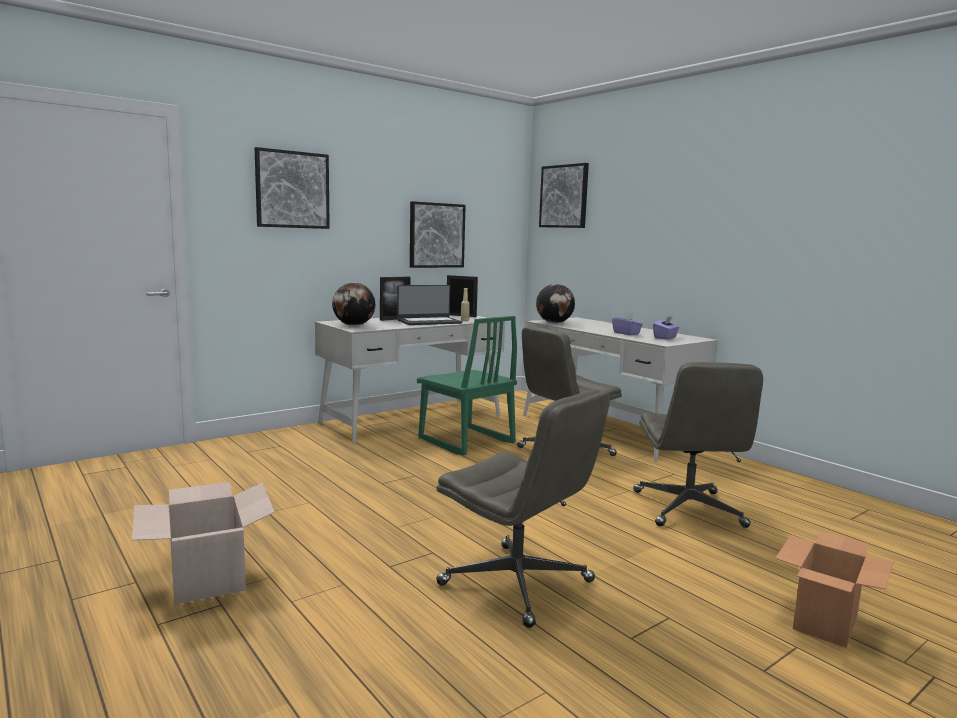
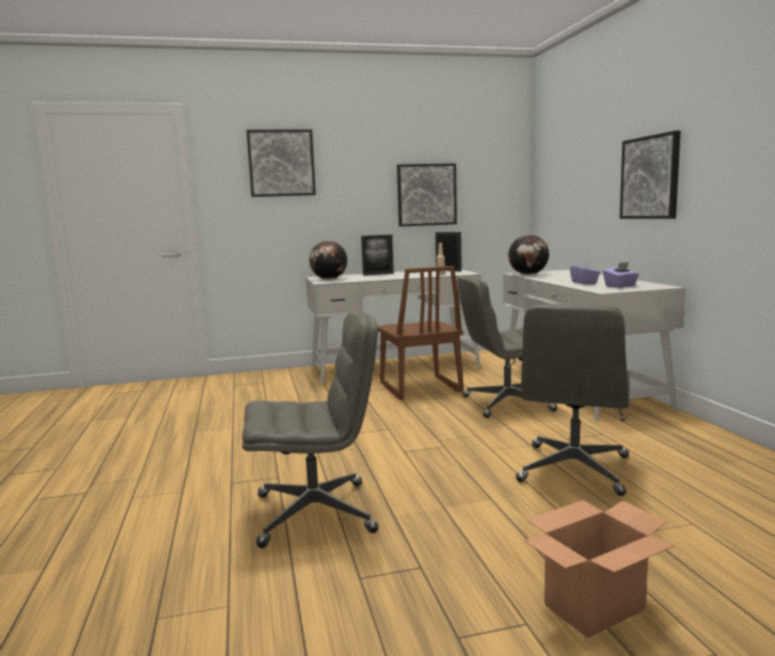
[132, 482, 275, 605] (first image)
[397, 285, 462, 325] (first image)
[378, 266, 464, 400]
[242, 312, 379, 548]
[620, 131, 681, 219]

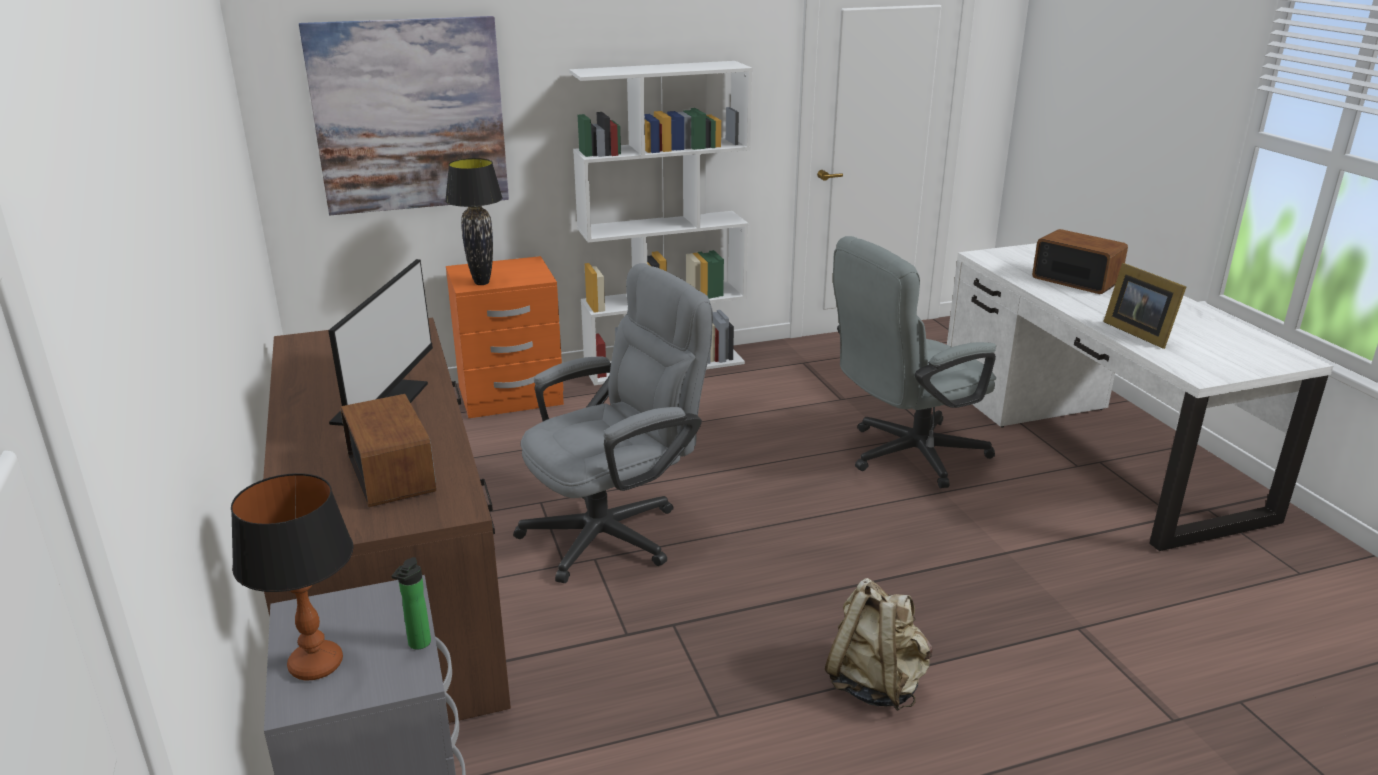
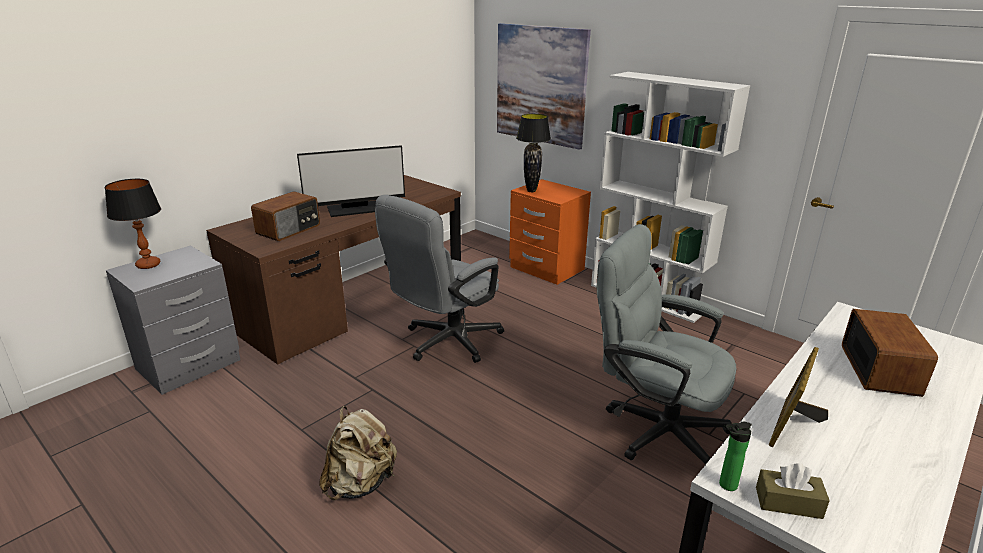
[719, 422, 752, 491]
[375, 195, 504, 363]
[756, 464, 830, 519]

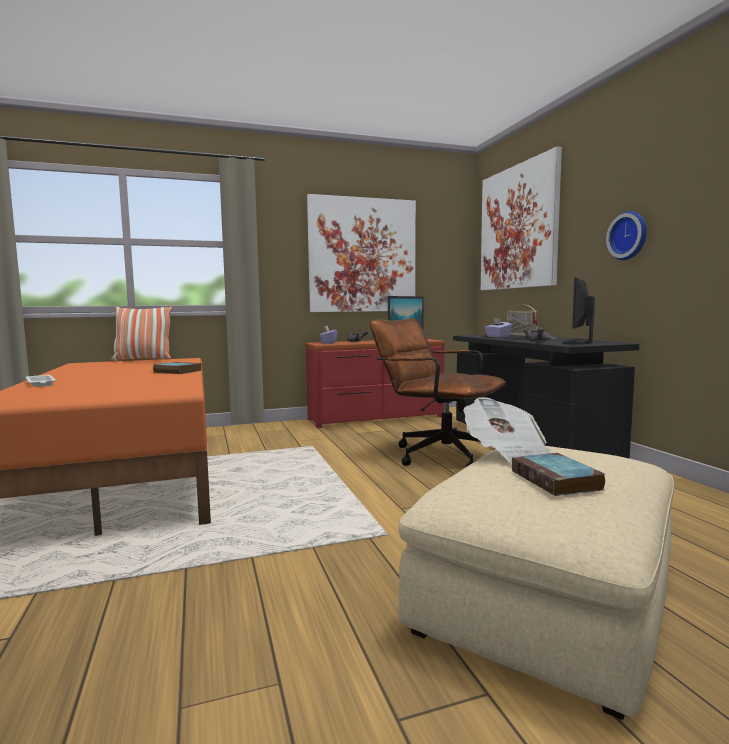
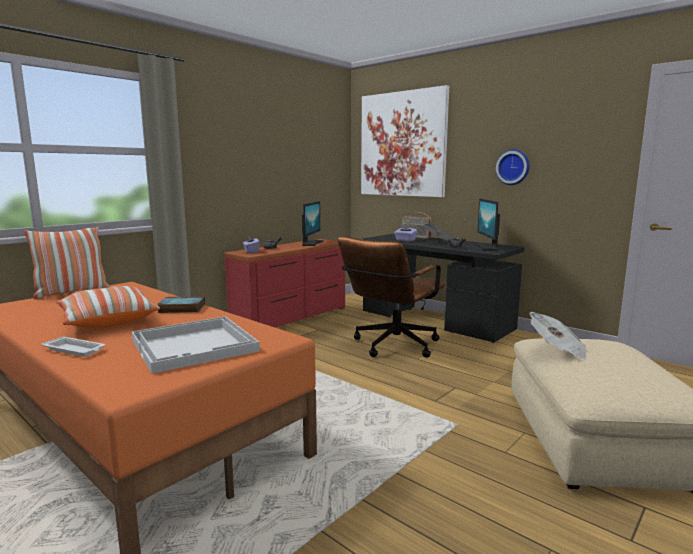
[307, 194, 416, 312] (first image)
[337, 236, 445, 358]
[512, 453, 605, 496] (first image)
[56, 286, 160, 328]
[132, 316, 260, 374]

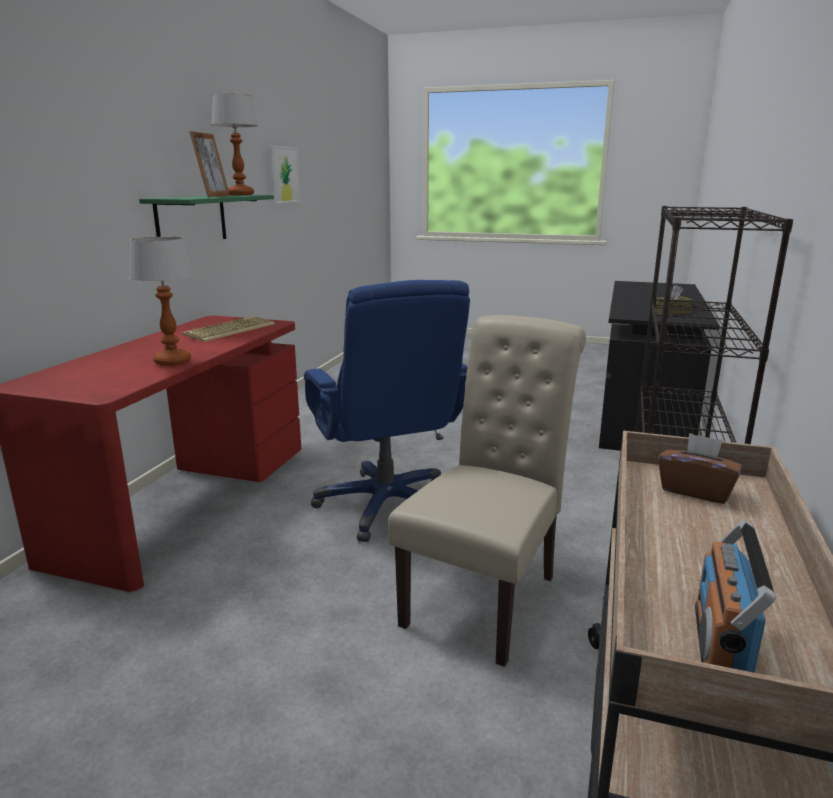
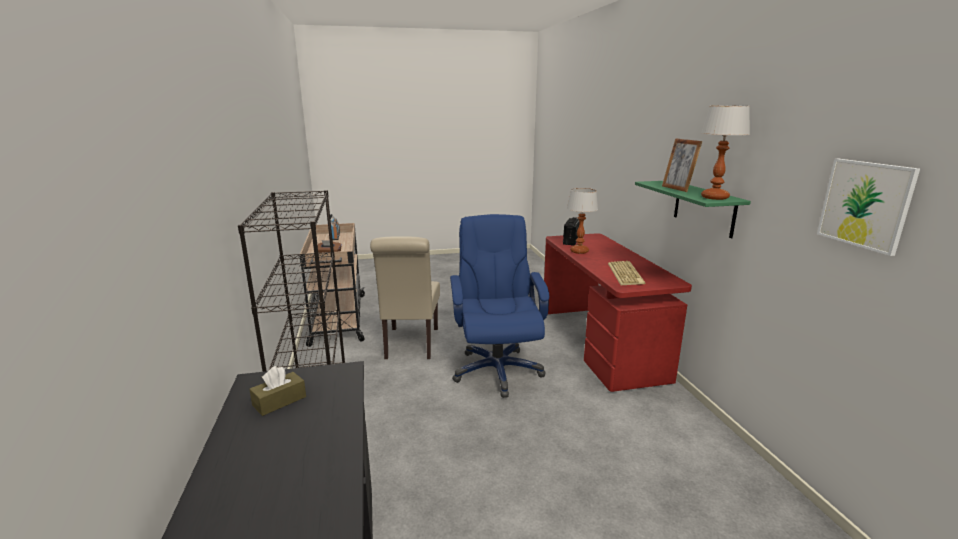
[450, 214, 549, 398]
[563, 217, 580, 246]

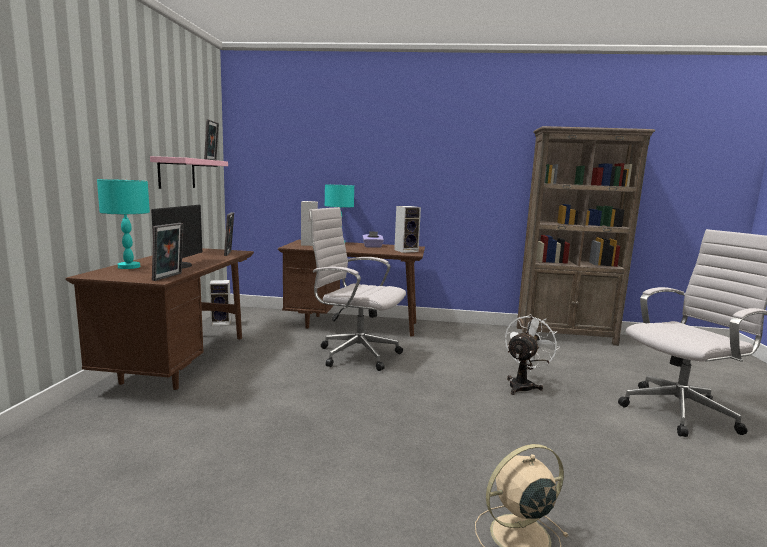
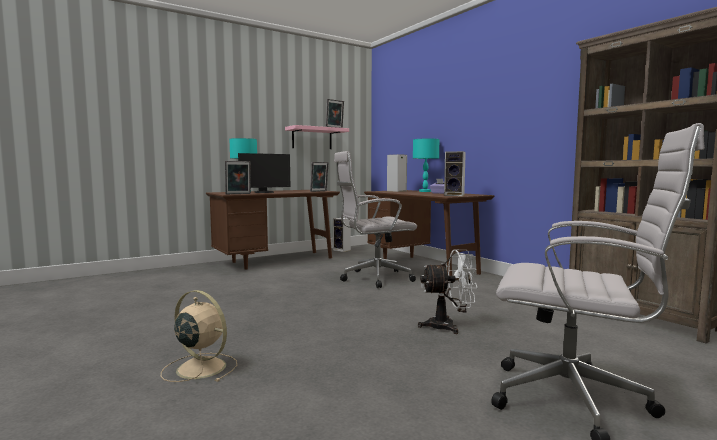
[334, 151, 417, 288]

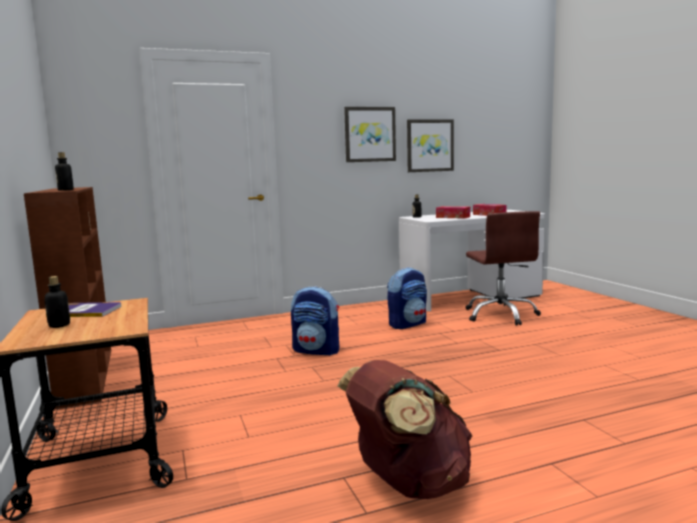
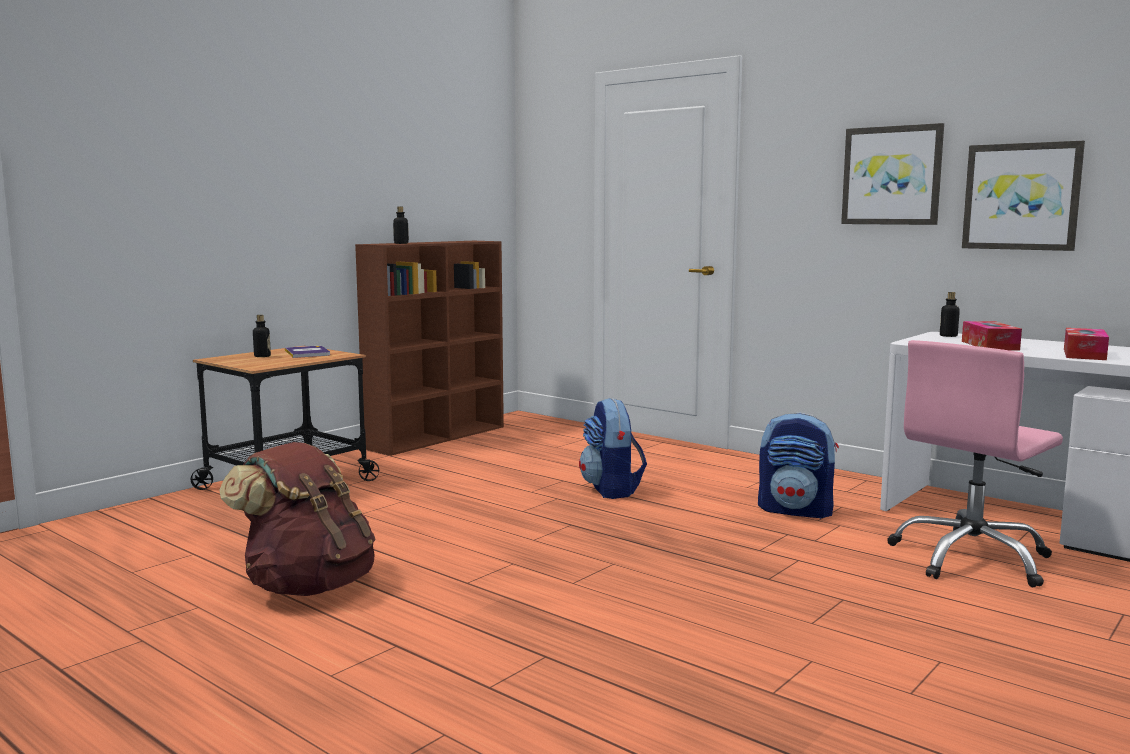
[887, 340, 1063, 587]

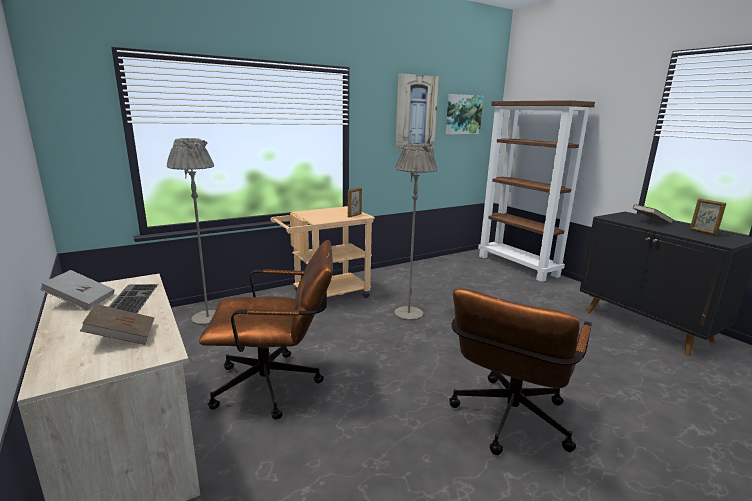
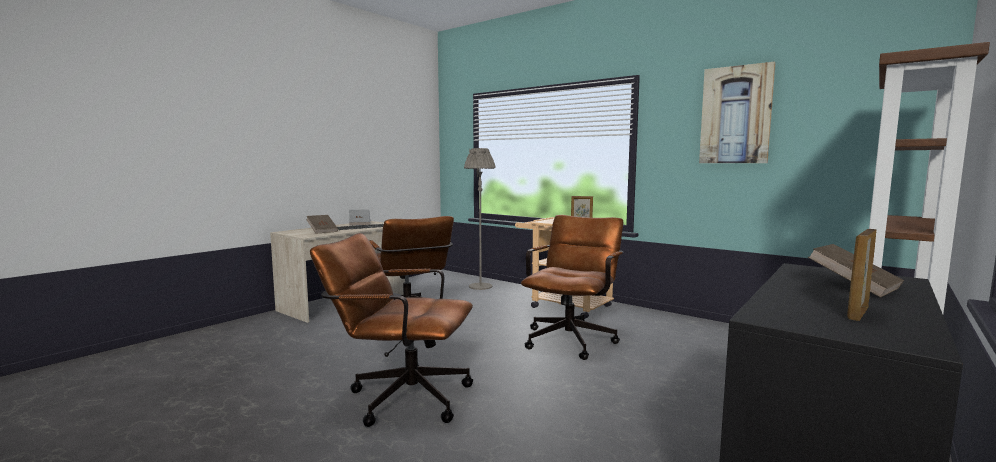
[521, 215, 623, 360]
[446, 94, 483, 134] (first image)

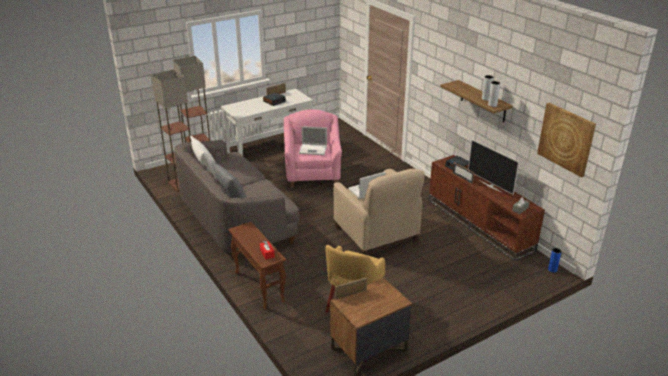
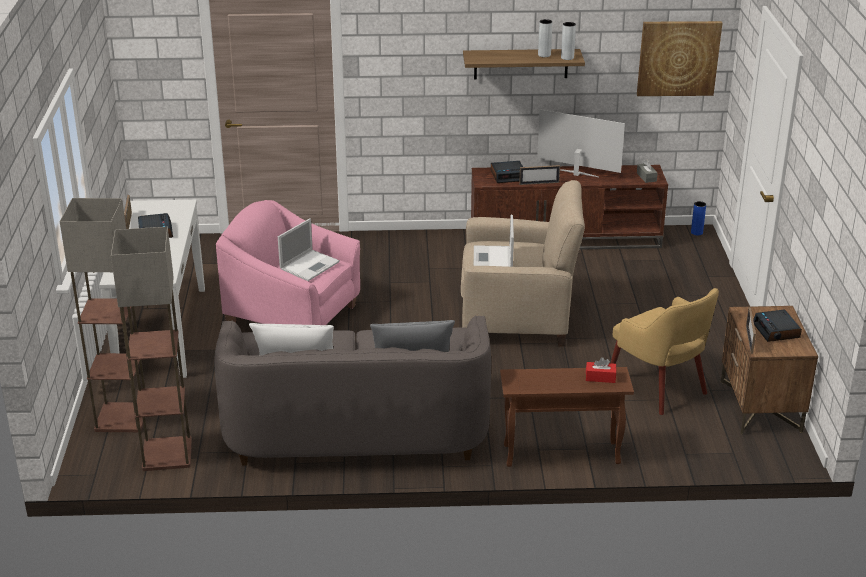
[537, 109, 625, 177]
[753, 310, 802, 342]

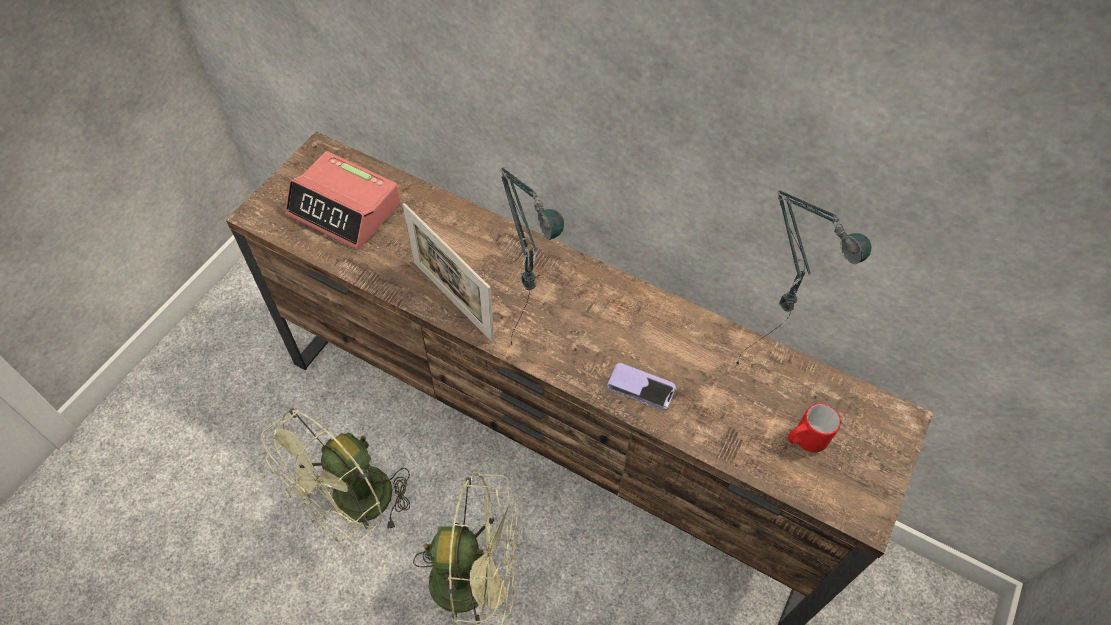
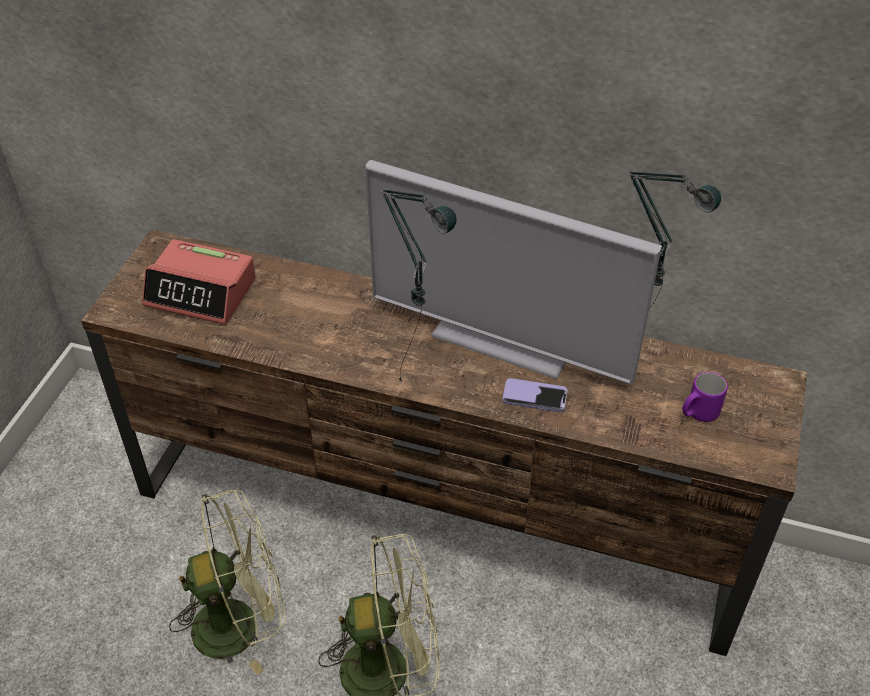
[169, 490, 286, 675]
[402, 203, 494, 342] (first image)
[683, 372, 728, 422]
[366, 160, 662, 385]

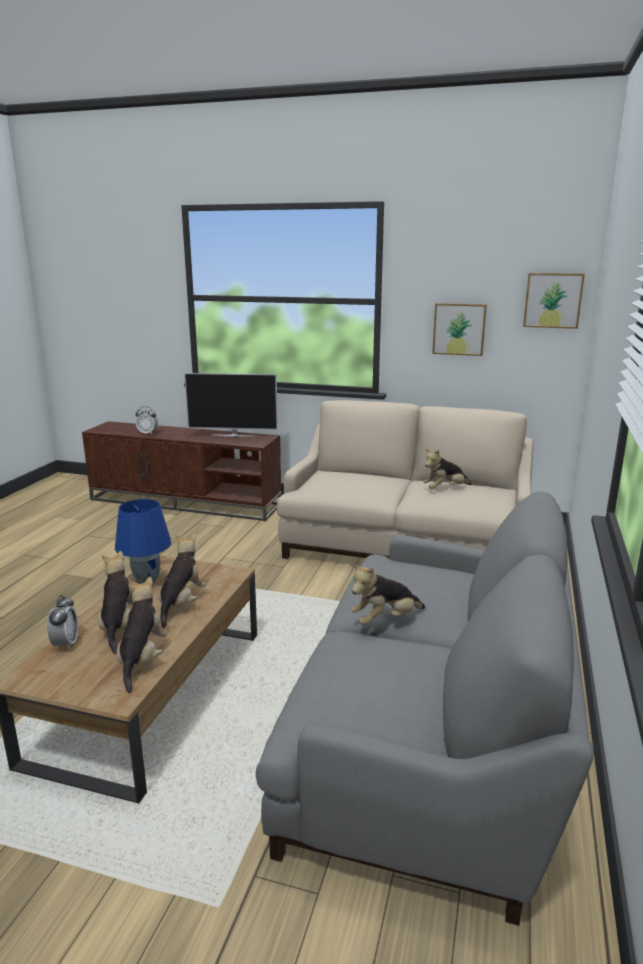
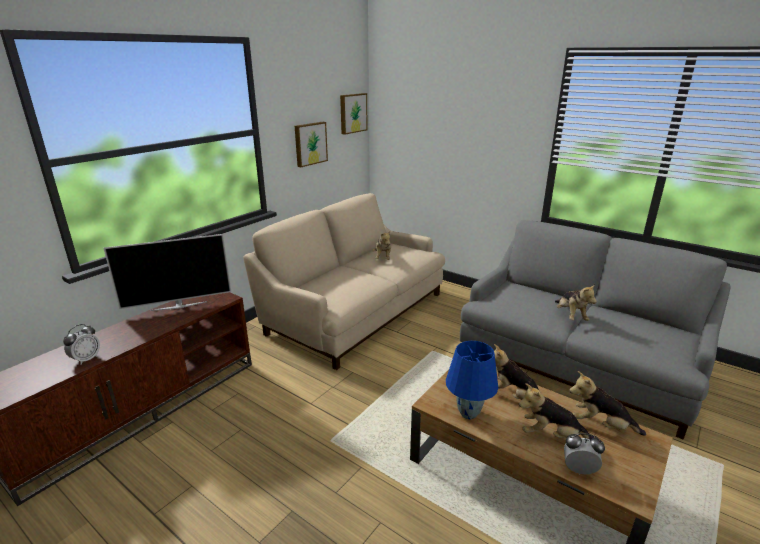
[104, 234, 231, 311]

